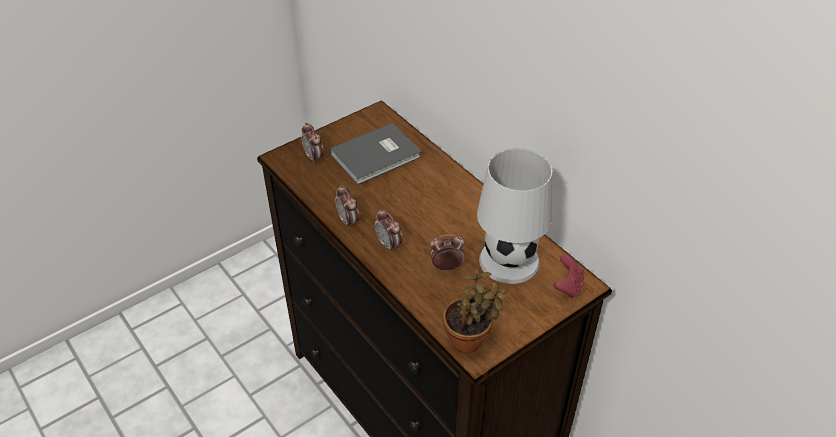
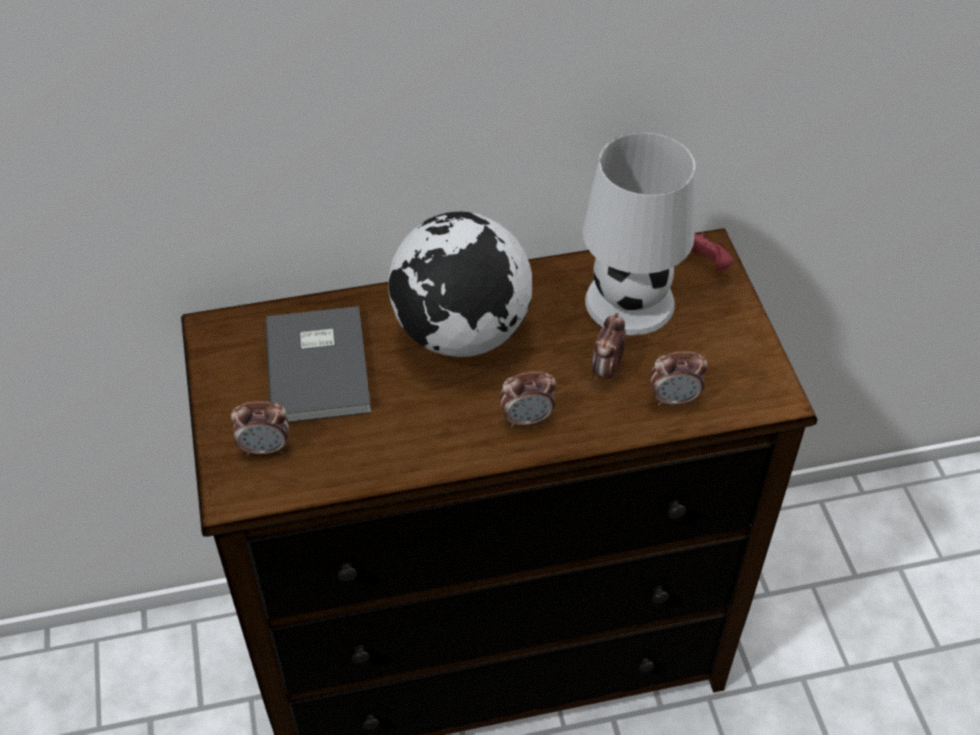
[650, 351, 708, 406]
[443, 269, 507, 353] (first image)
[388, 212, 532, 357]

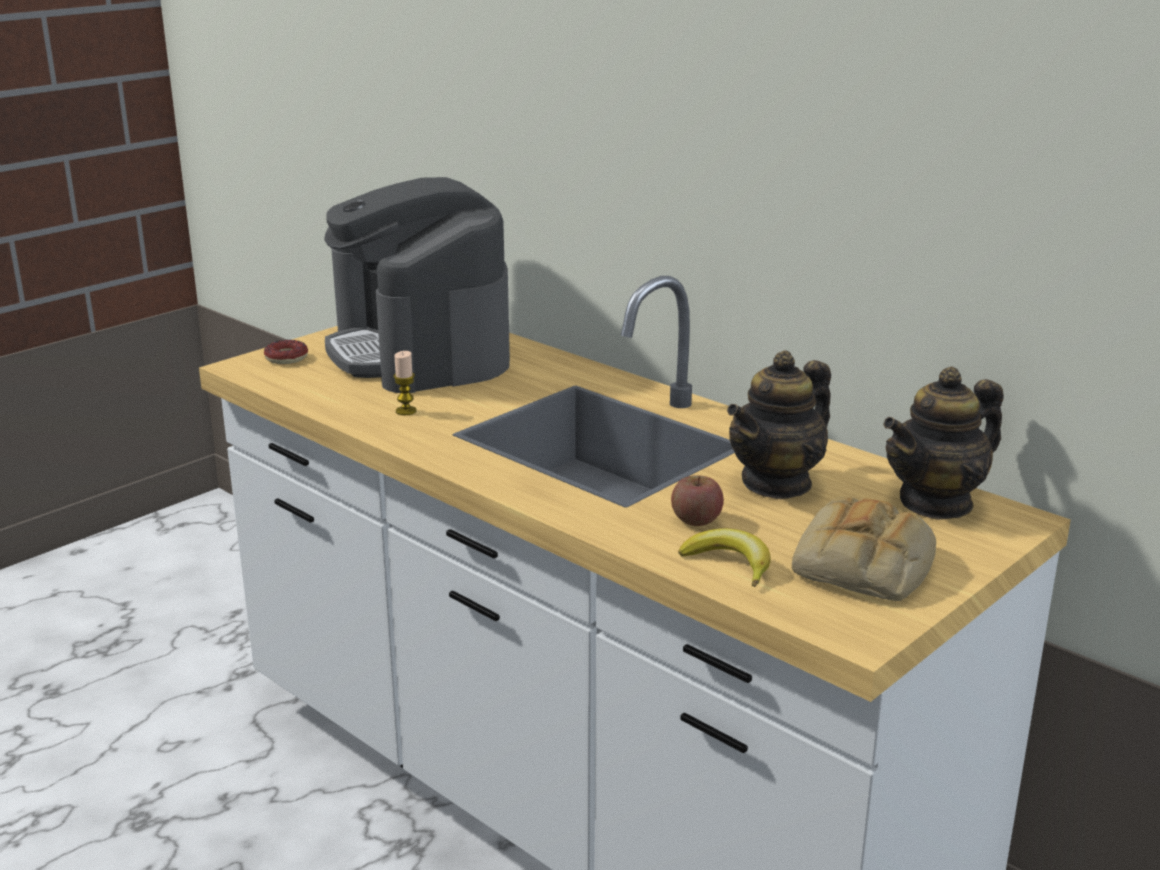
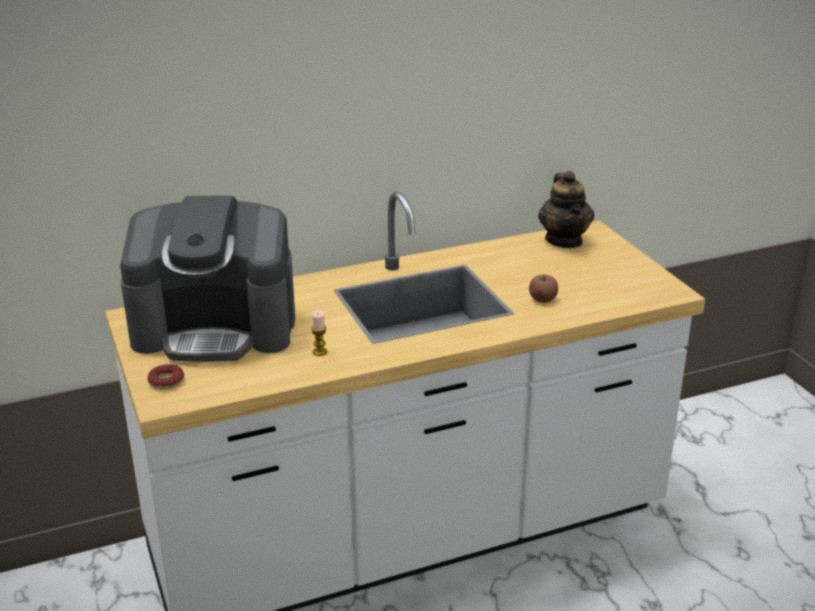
[678, 529, 771, 587] (first image)
[727, 350, 831, 500] (first image)
[792, 497, 936, 601] (first image)

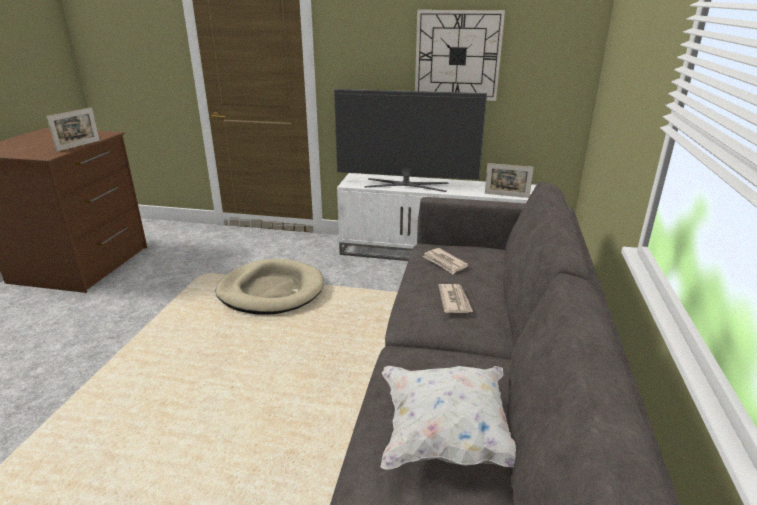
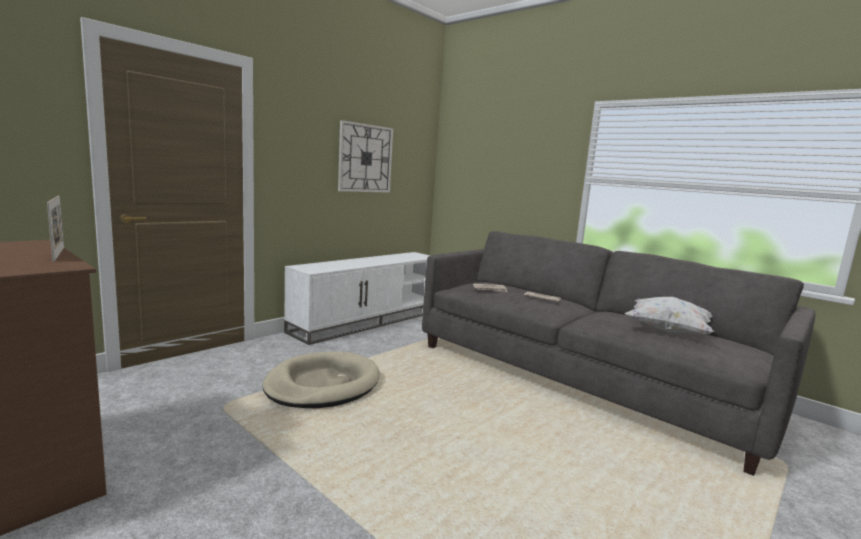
[334, 89, 487, 192] (first image)
[485, 163, 534, 198] (first image)

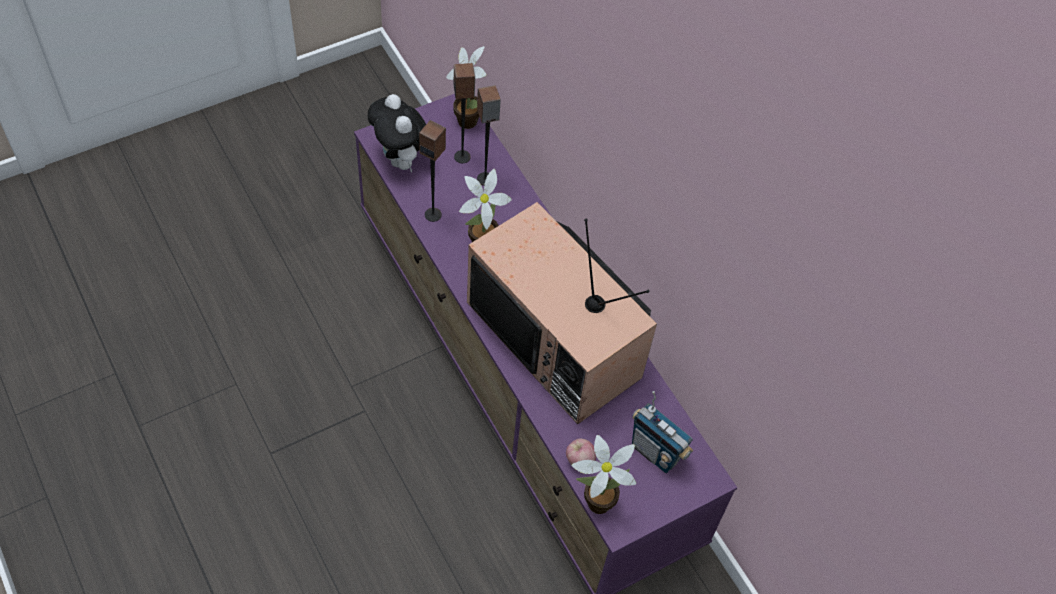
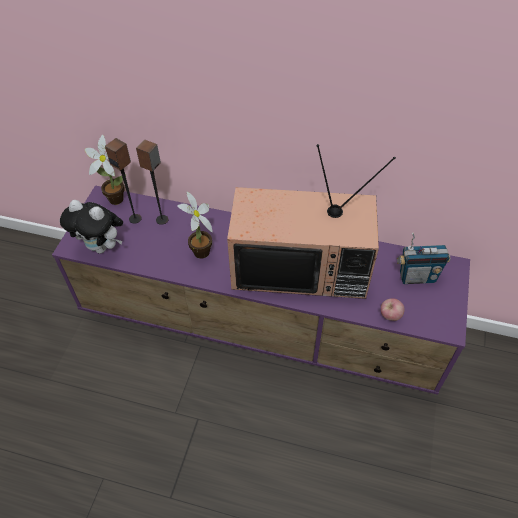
[419, 120, 446, 222] (first image)
[571, 435, 636, 514] (first image)

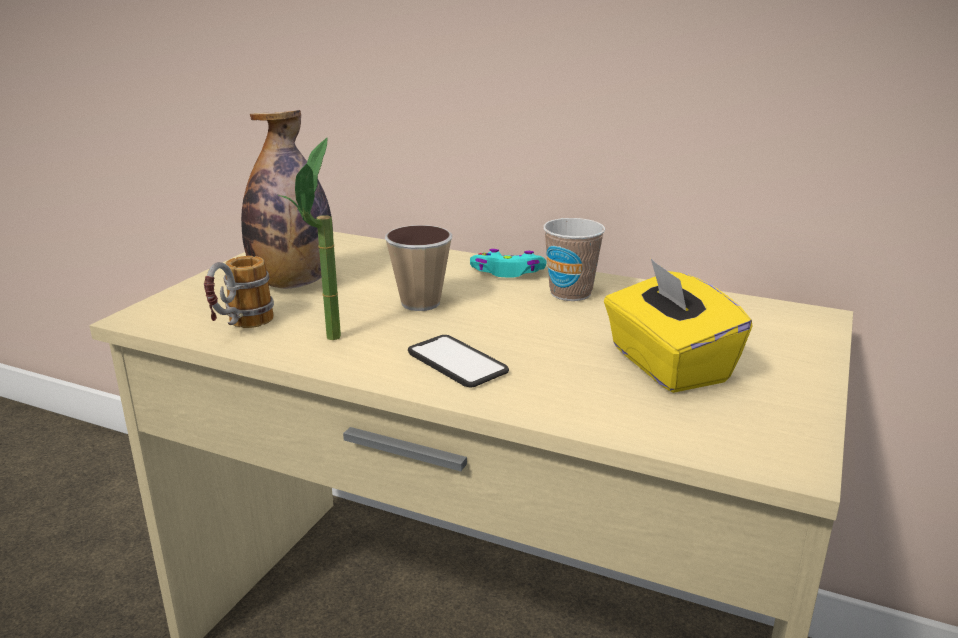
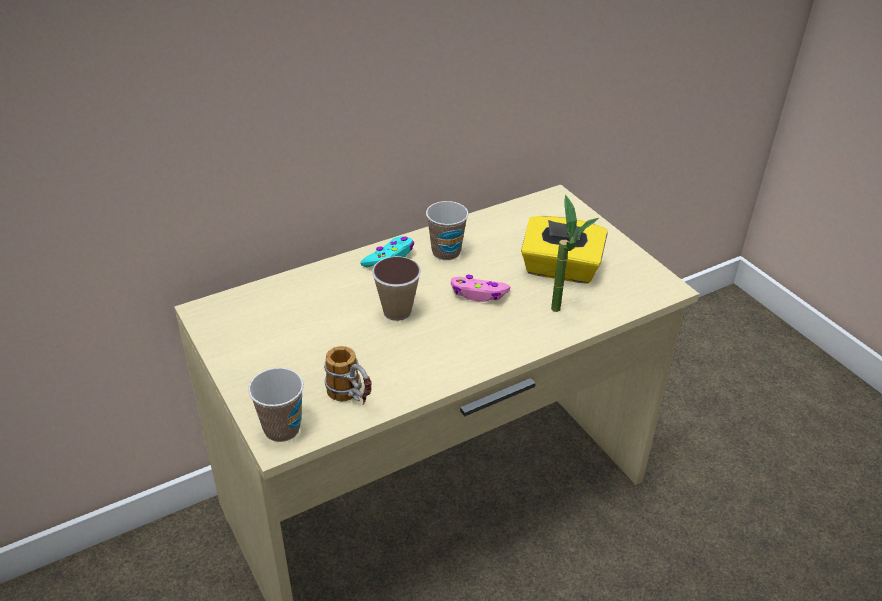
[241, 110, 333, 289] (first image)
[551, 195, 599, 312]
[408, 335, 509, 387] (first image)
[248, 368, 303, 442]
[451, 275, 510, 302]

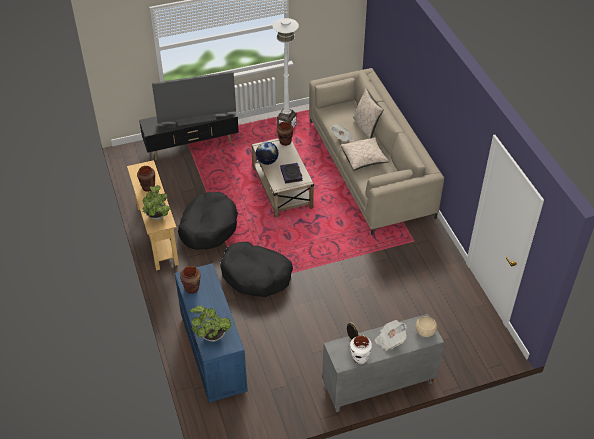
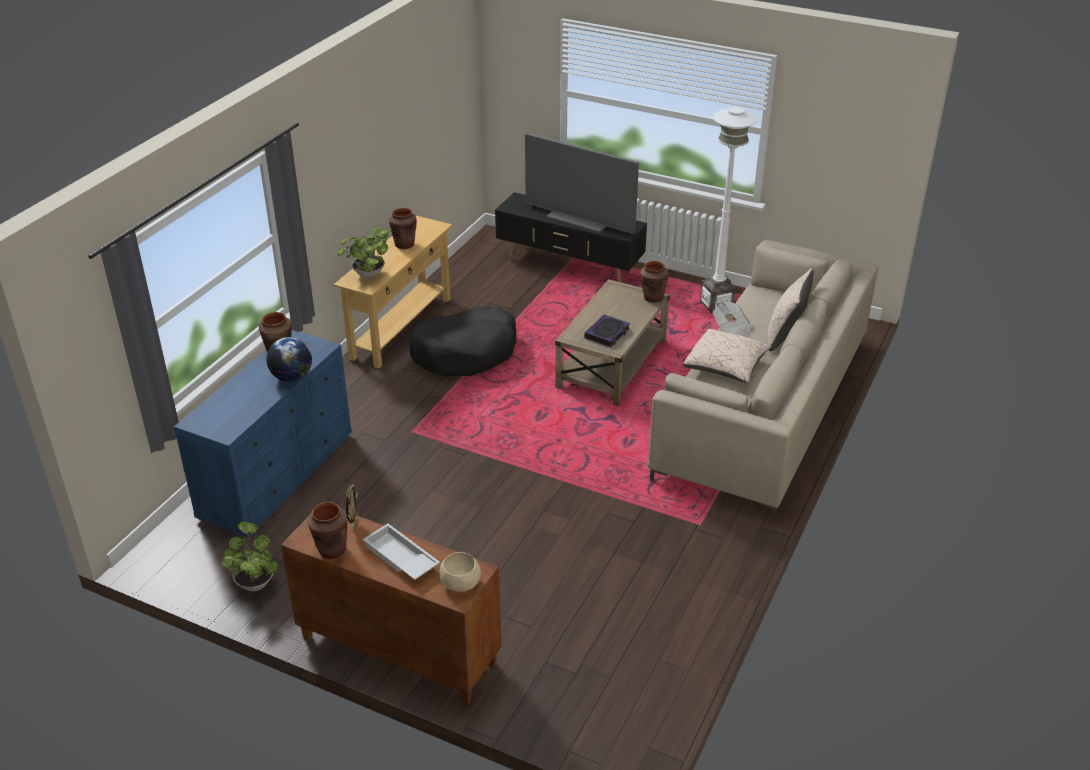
[222, 522, 278, 592]
[220, 242, 293, 297] (first image)
[266, 337, 312, 382]
[281, 516, 501, 705]
[307, 502, 347, 559]
[363, 524, 440, 580]

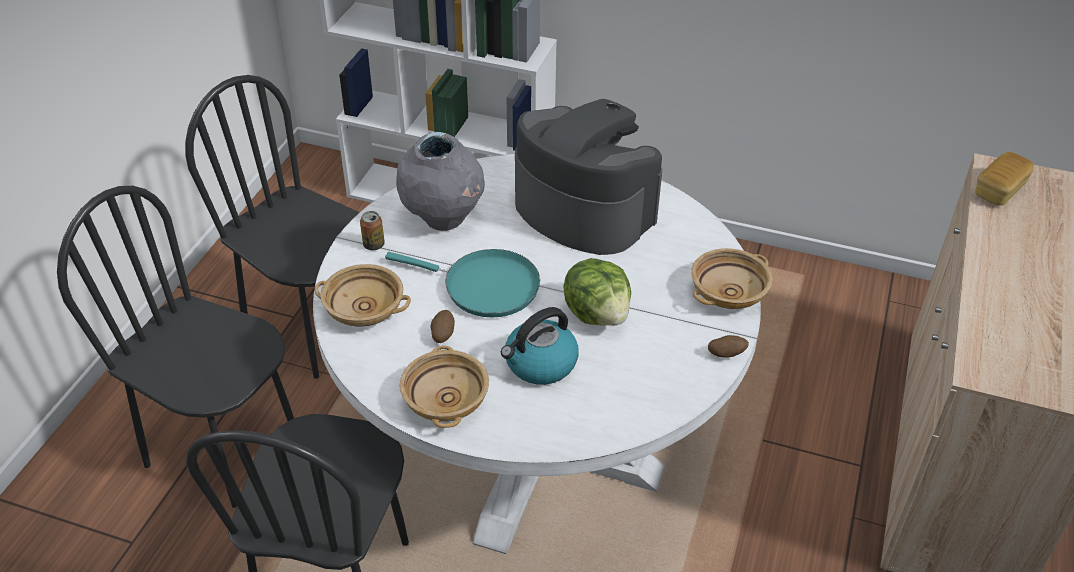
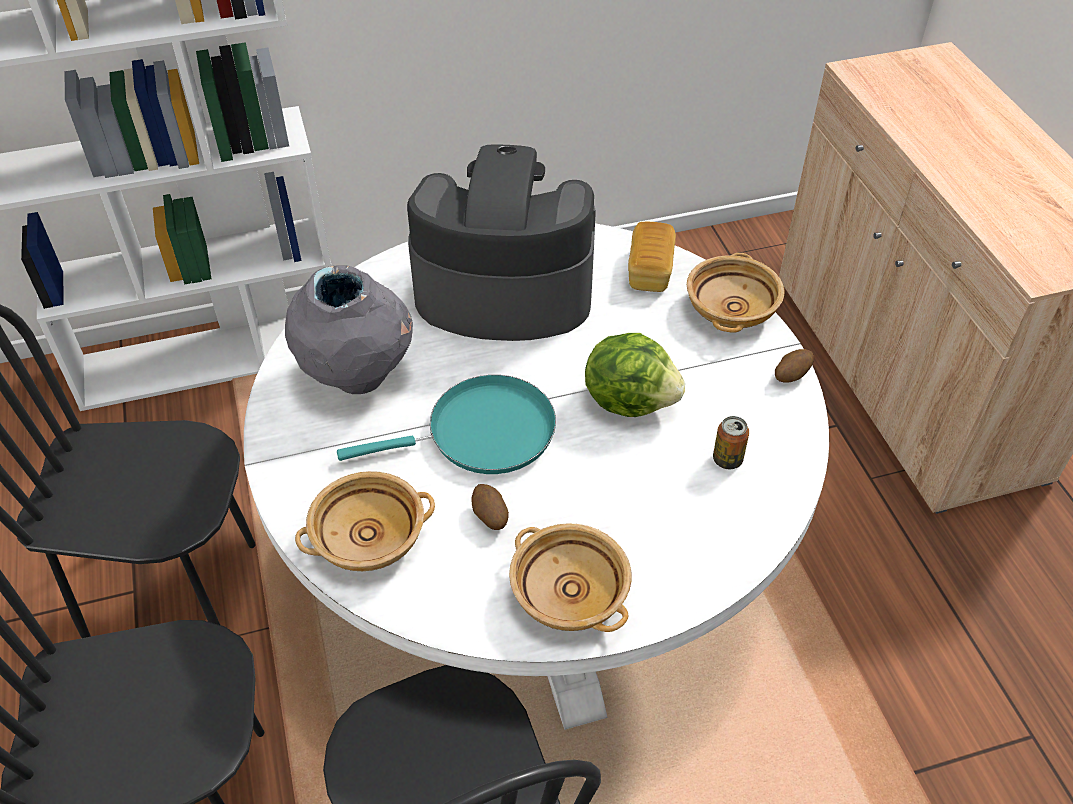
[713, 416, 749, 469]
[501, 307, 579, 385] (first image)
[628, 222, 676, 292]

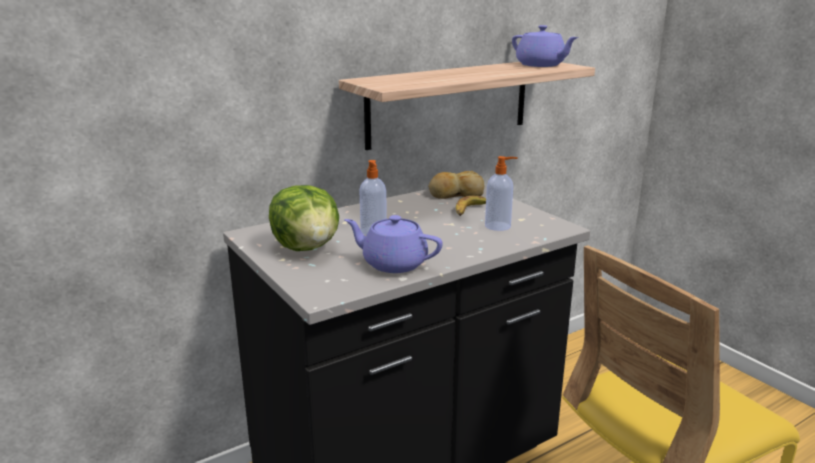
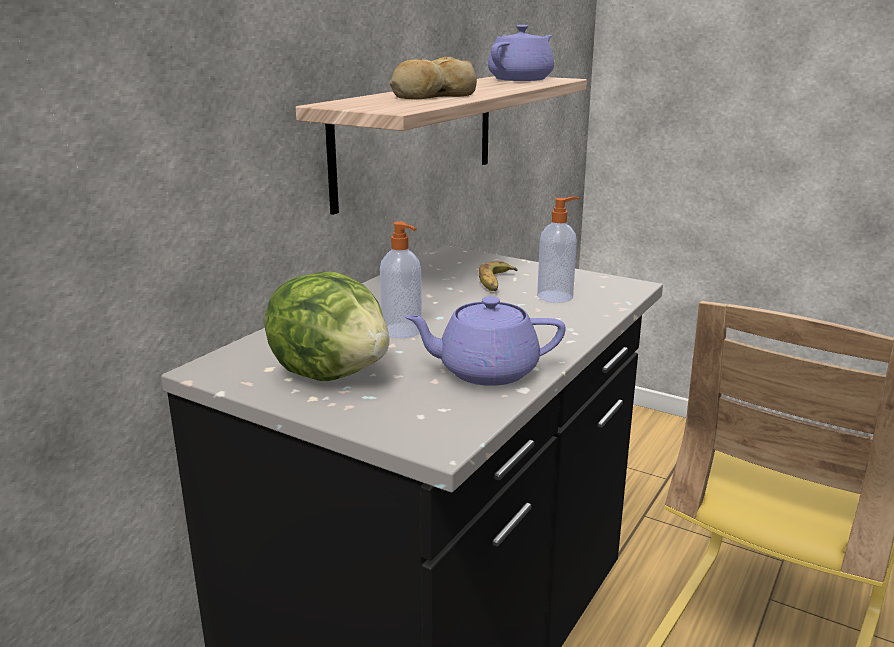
[390, 57, 477, 99]
[488, 25, 554, 81]

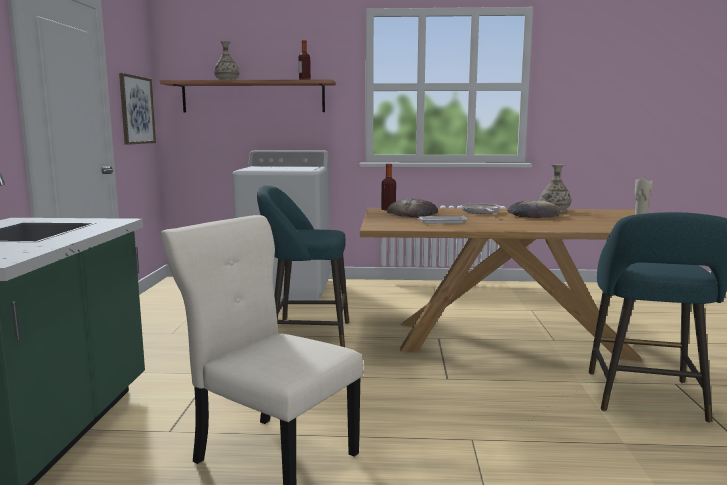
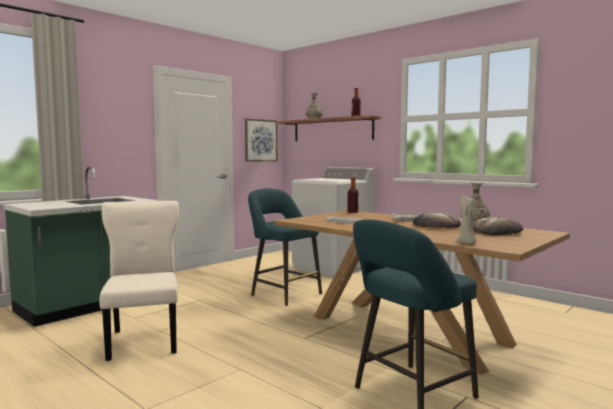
[473, 217, 523, 235]

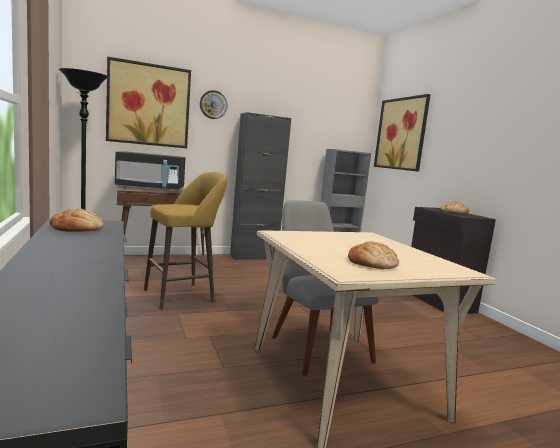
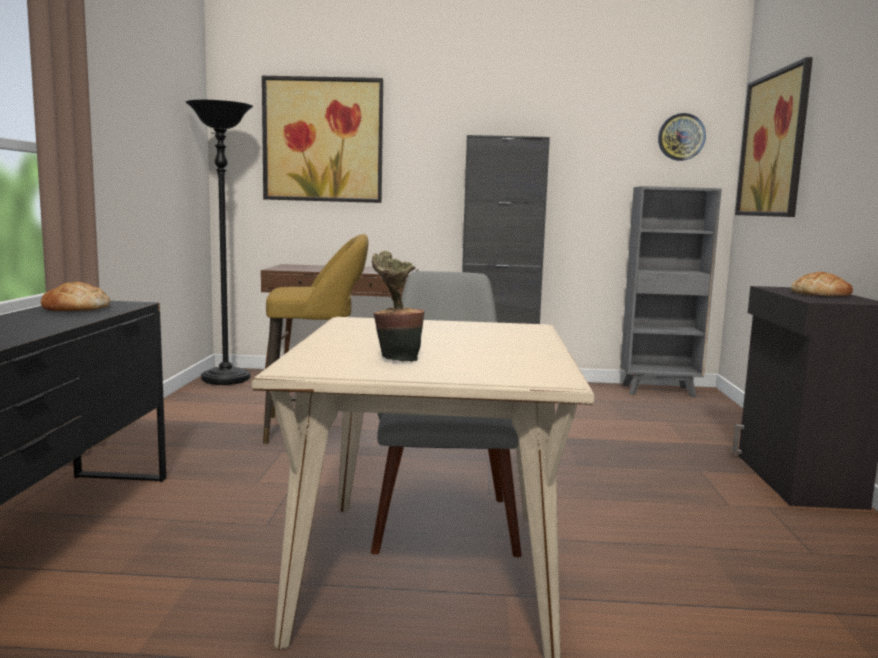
[115, 152, 185, 193] (first image)
[658, 113, 706, 161]
[372, 251, 425, 362]

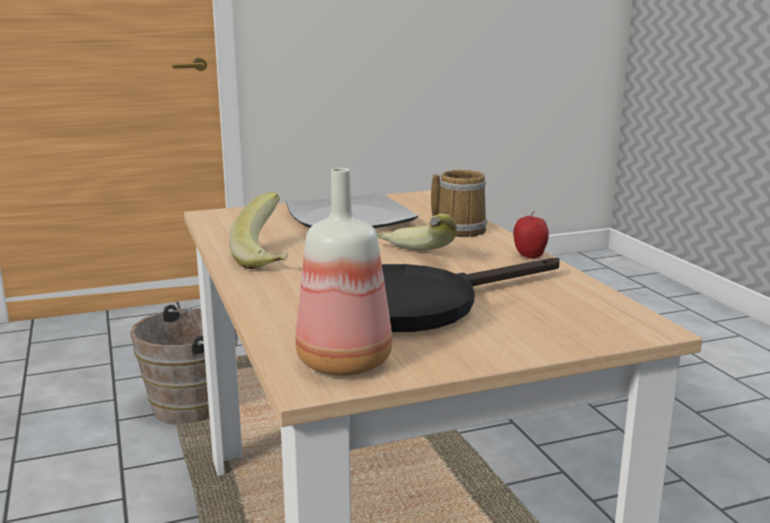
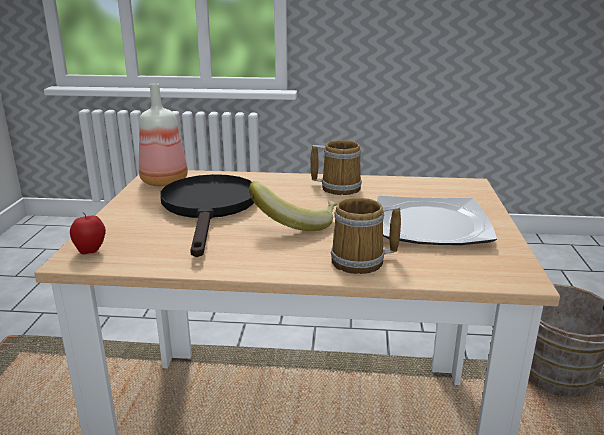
[311, 140, 362, 195]
[70, 212, 106, 254]

